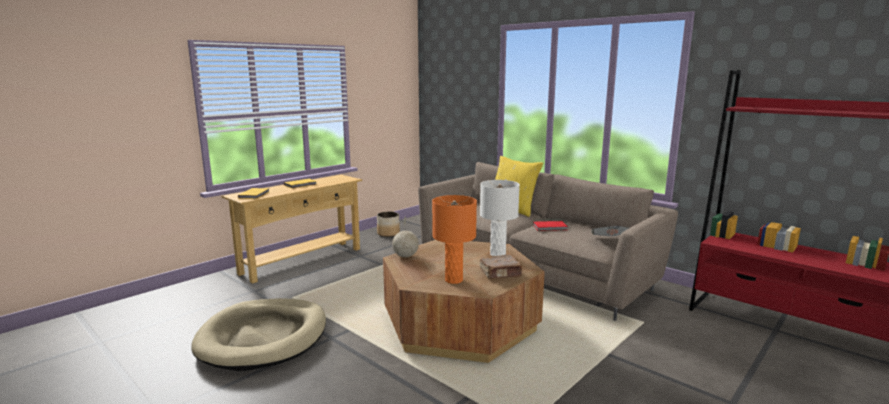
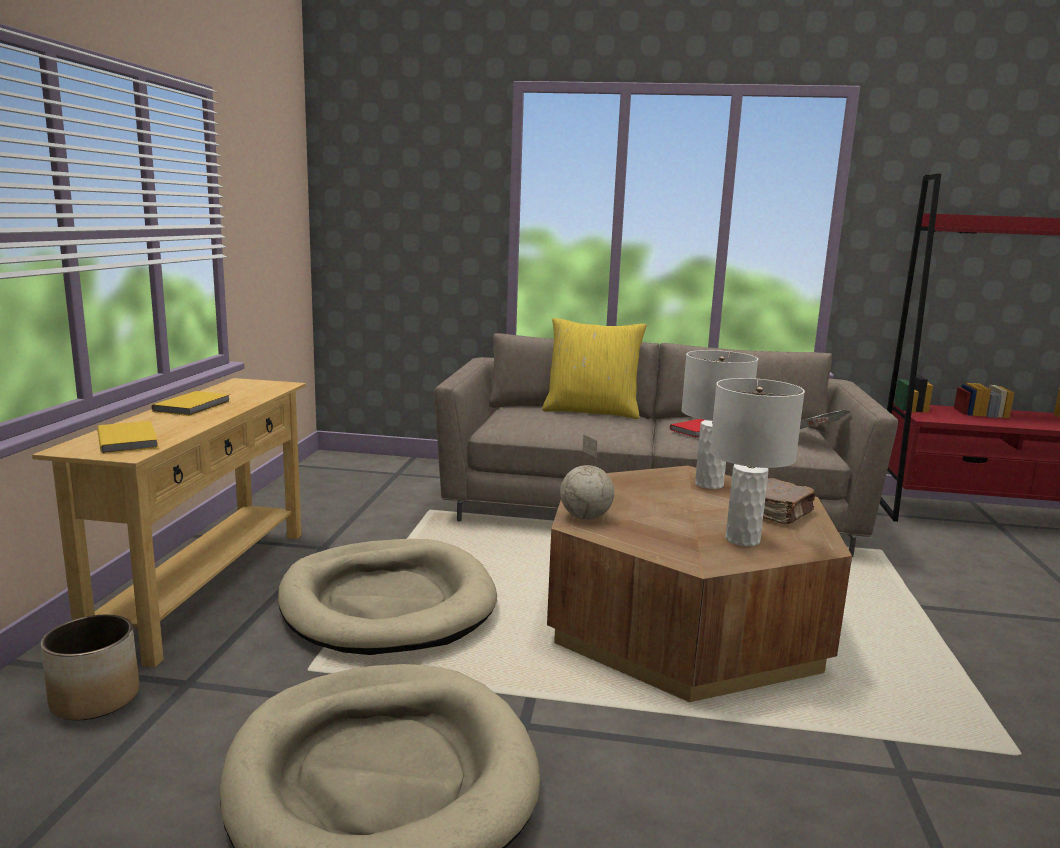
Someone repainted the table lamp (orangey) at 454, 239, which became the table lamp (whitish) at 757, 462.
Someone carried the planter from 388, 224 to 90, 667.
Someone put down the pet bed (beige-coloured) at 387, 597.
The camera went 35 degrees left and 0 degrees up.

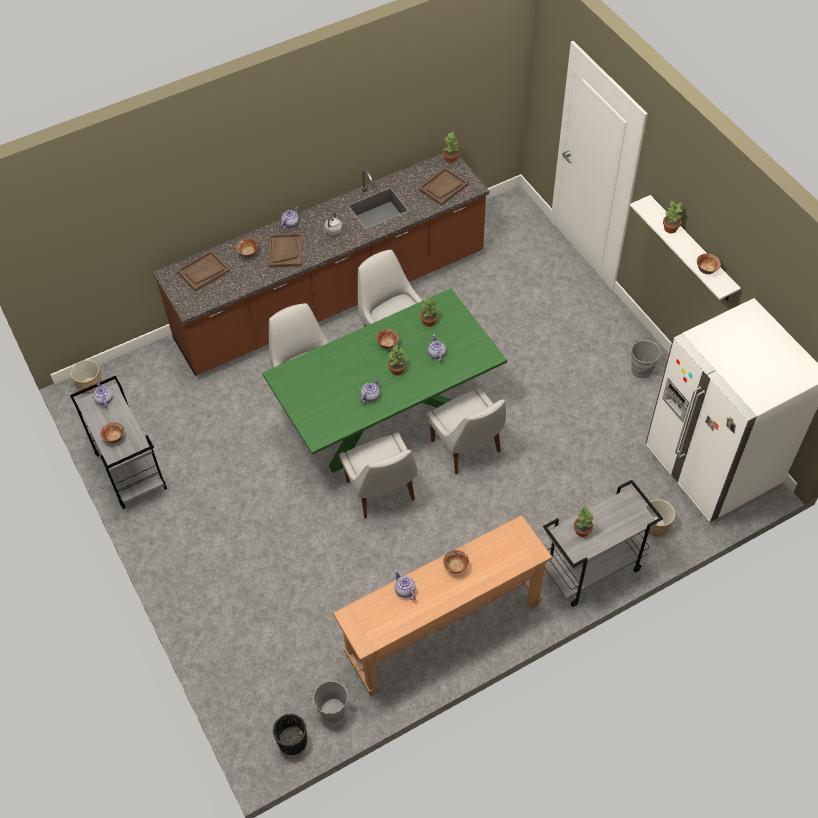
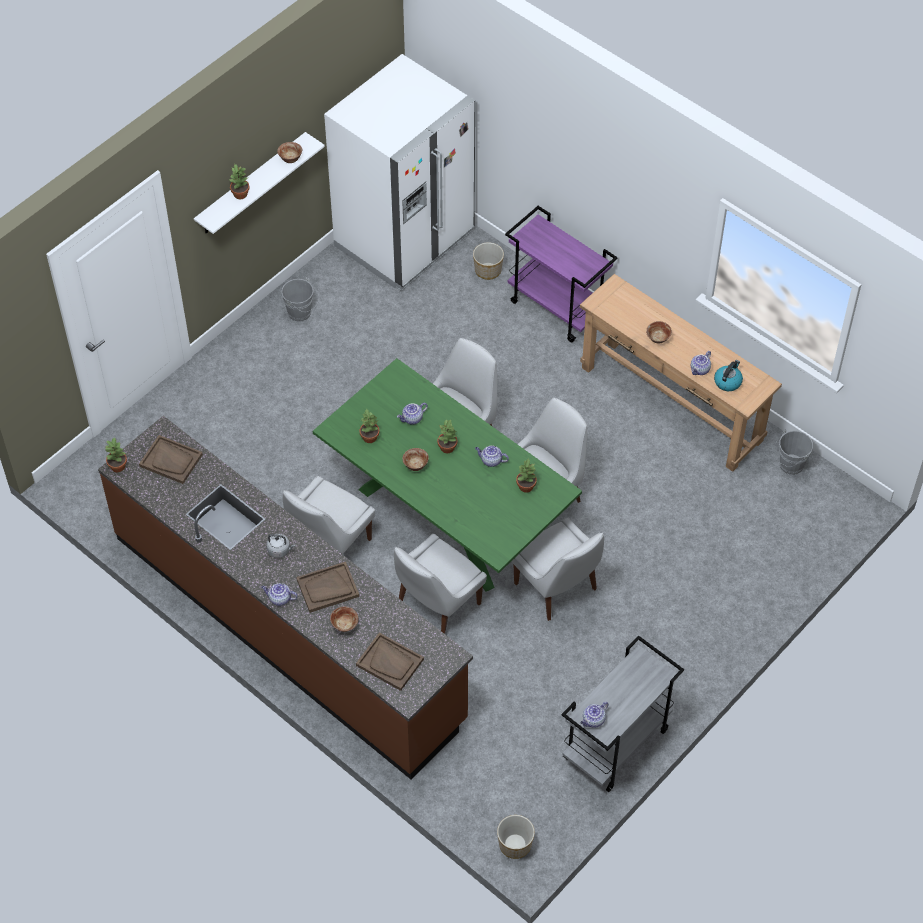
Someone took away the bowl at 112, 432.
Someone repainted the trolley (grey) at 603, 543, which became the trolley (purple-coloured) at 561, 274.
Someone carried the potted plant from 583, 521 to 526, 476.
Someone took away the planter (black) at 290, 734.
Someone put down the water kettle at 728, 375.
Someone put down the chair (whitish) at 558, 569.
The camera went 110 degrees left and 0 degrees up.

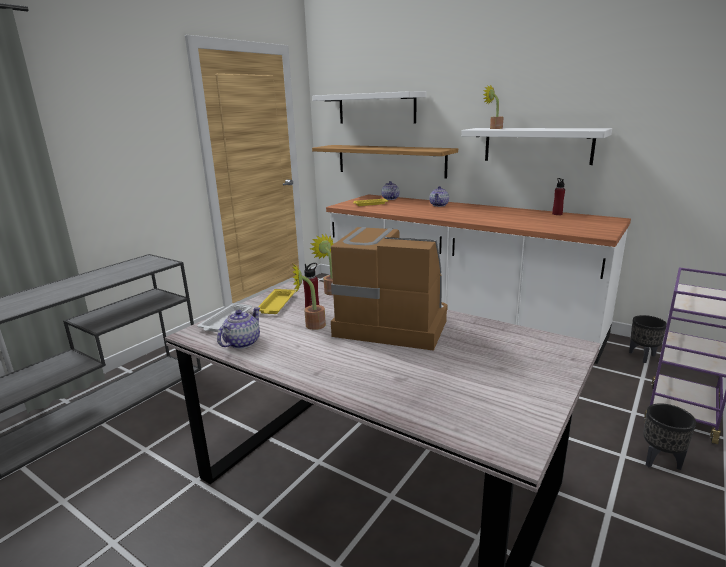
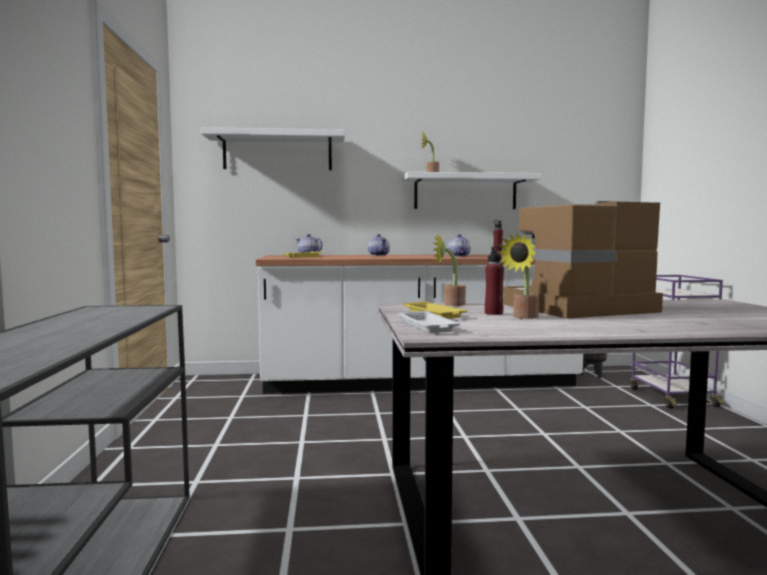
Someone took away the bracket shelf at 385, 162.
Someone carried the teapot from 238, 328 to 459, 245.
Someone took away the planter (black) at 669, 436.
The camera went 40 degrees left and 15 degrees down.

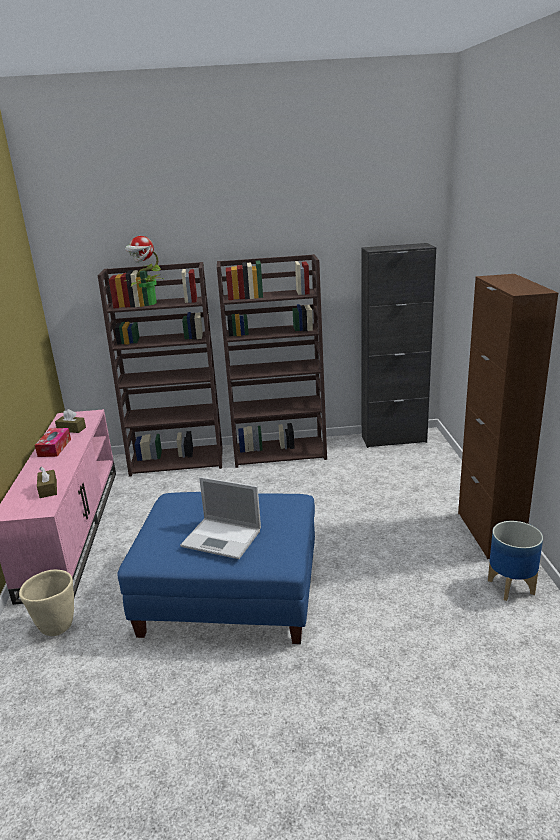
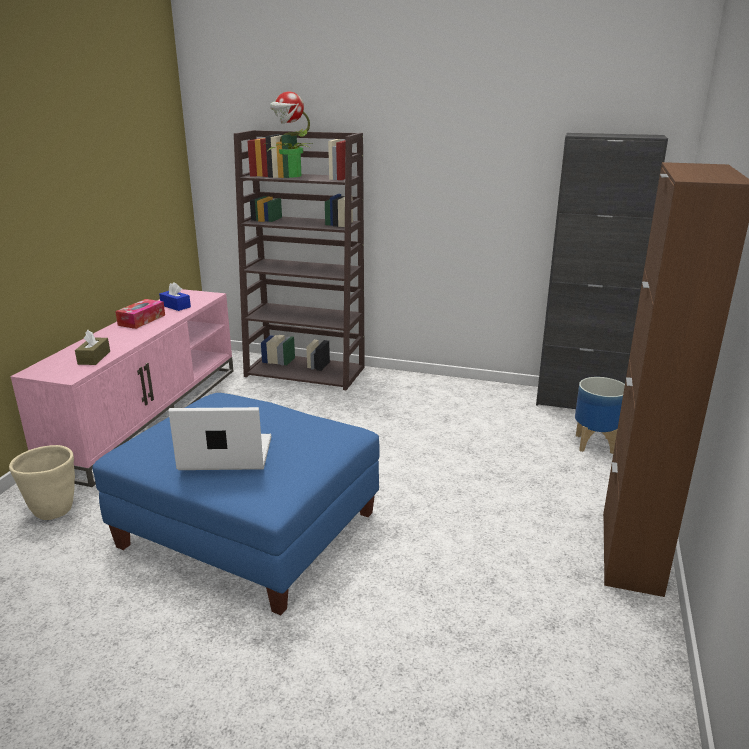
Someone took away the bookshelf (brown) at 272, 361.
Someone repainted the tissue box (brown) at 70, 421, which became the tissue box (blue-coloured) at 175, 296.
Someone rotated the portable computer at 220, 518 by 135 degrees clockwise.
Someone carried the planter from 515, 561 to 600, 415.
The camera went 20 degrees right and 0 degrees up.

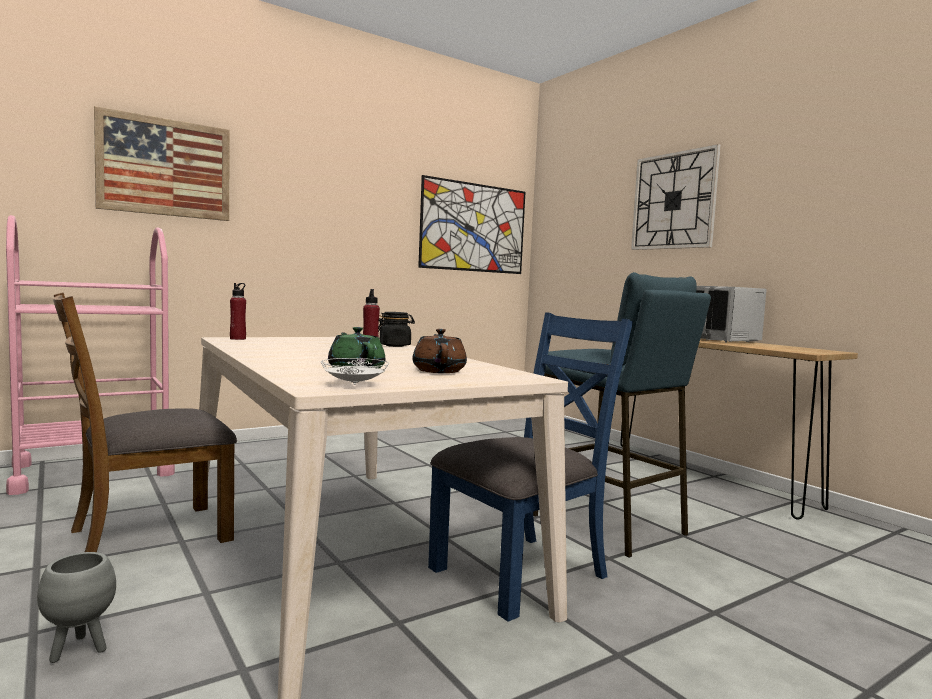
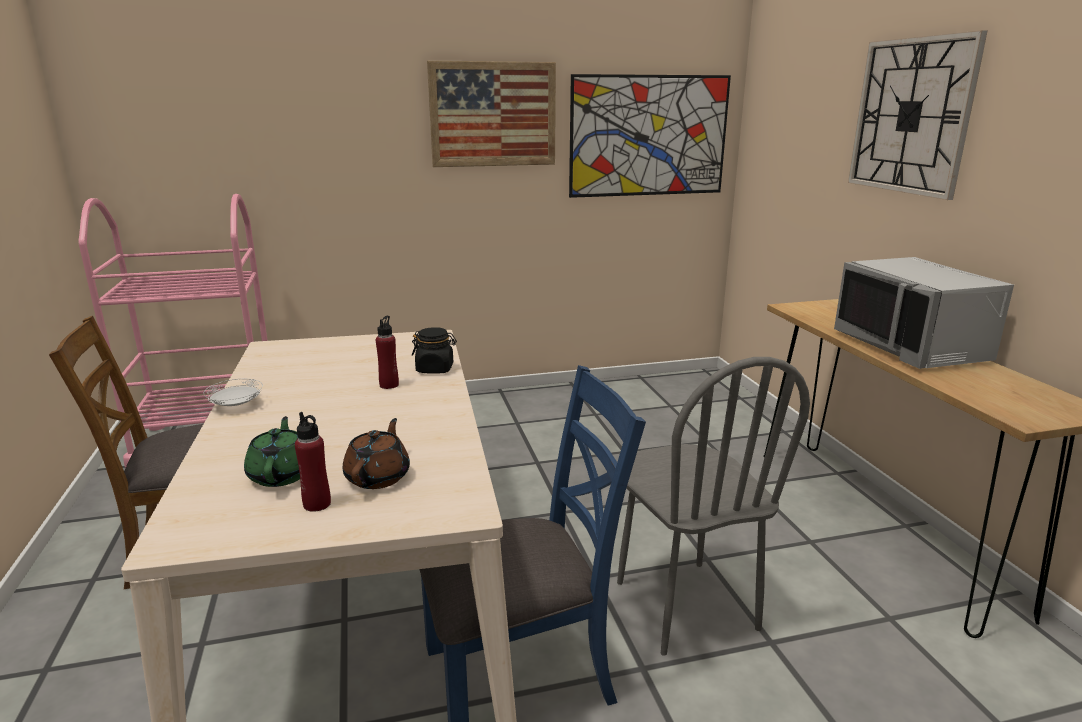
Someone carried the wall picture from 162, 163 to 491, 114.
Someone swapped the stool seat (blue-coloured) at 622, 415 for the chair (grey) at 713, 506.
Someone carried the bottle (red) from 238, 311 to 313, 462.
Someone carried the flat dish (whitish) from 355, 371 to 233, 392.
Someone took away the planter (grey) at 76, 607.
The camera went 20 degrees right and 15 degrees up.

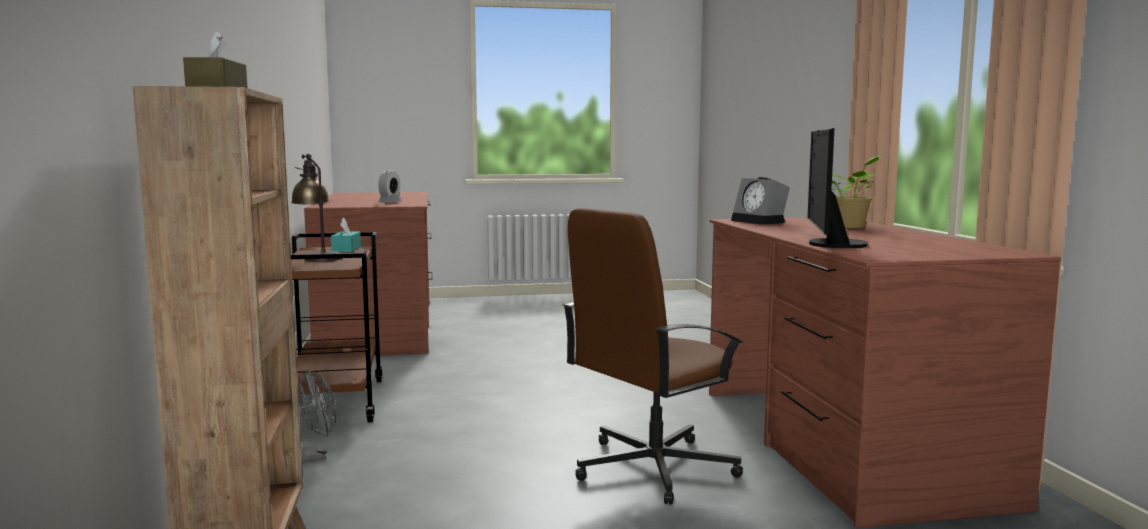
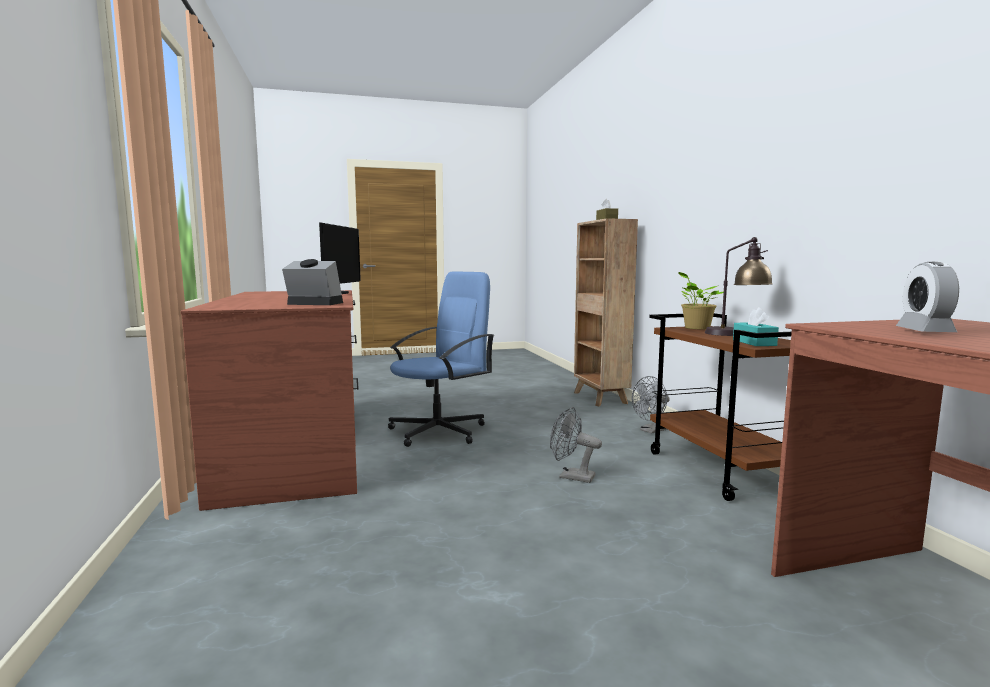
Someone carried the potted plant from 856, 192 to 701, 300.
Someone rotated the table clock at 760, 201 by 45 degrees counterclockwise.
Someone repainted the office chair (brown) at 652, 356, which became the office chair (blue-coloured) at 441, 359.
Someone put down the electric fan (grey) at 576, 445.
The camera went 175 degrees right and 0 degrees up.

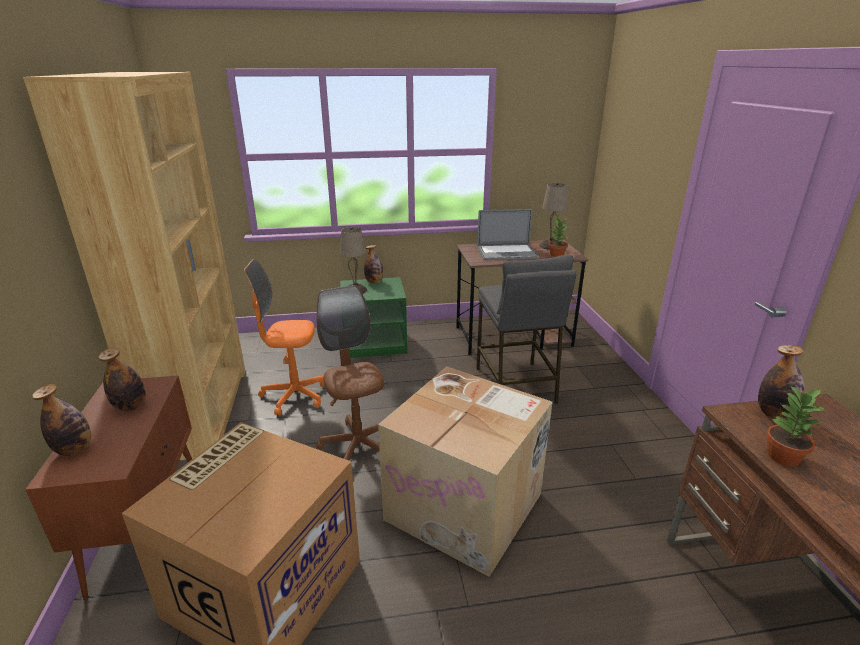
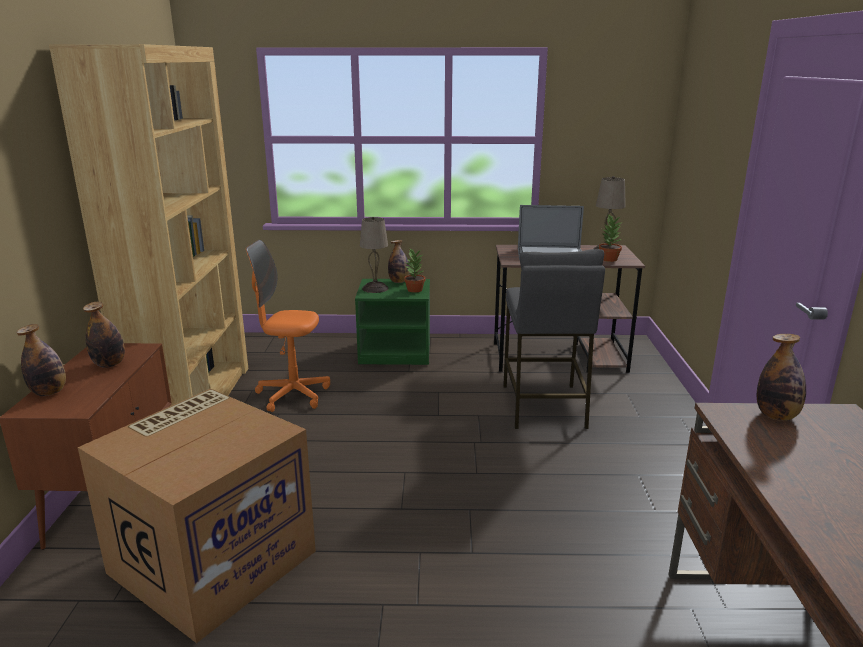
Someone took away the office chair (brown) at 350, 372.
Someone took away the carton at 465, 472.
Someone carried the potted plant from 796, 425 to 414, 271.
The camera went 10 degrees right and 5 degrees down.

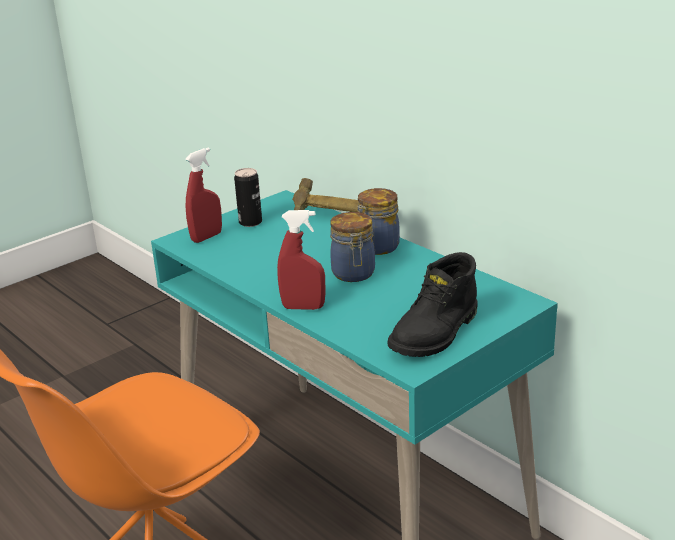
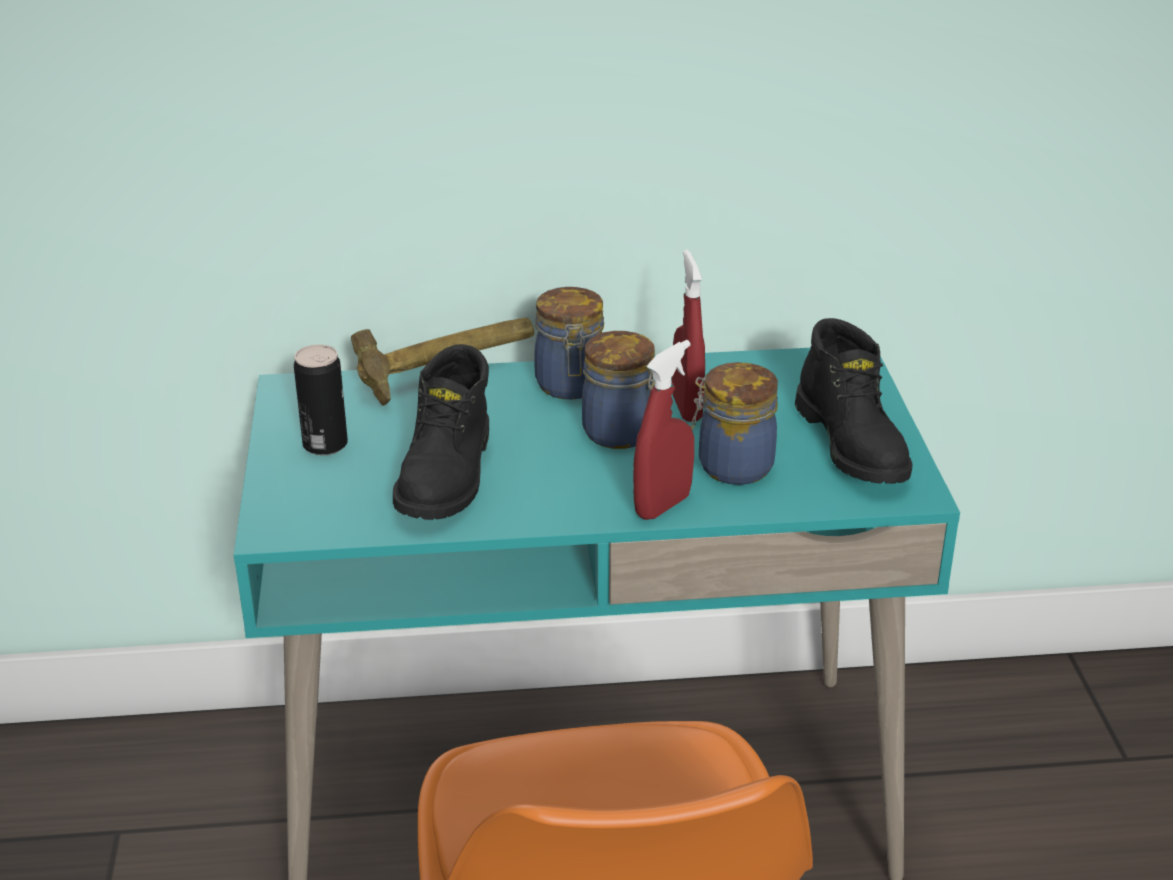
Someone carried the sprayer (red) from 203, 195 to 688, 336.
Someone put down the boot (black) at 441, 432.
Someone put down the preserve jar at 734, 423.
The camera went 55 degrees left and 5 degrees up.

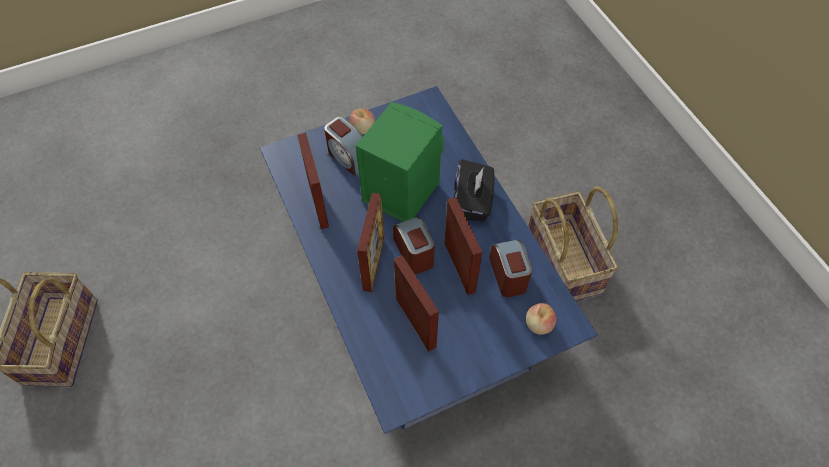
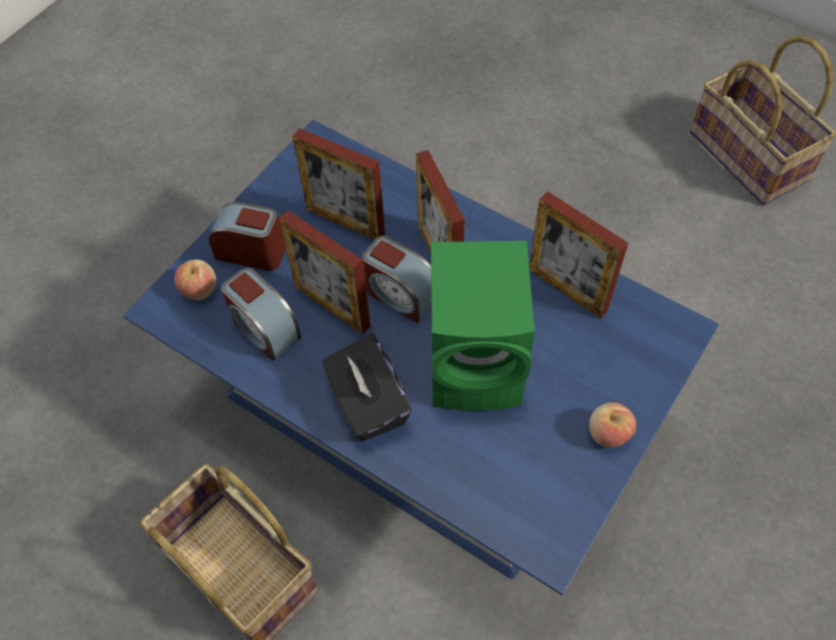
Someone carried the table clock from 343, 146 to 247, 236.
The camera went 150 degrees right and 0 degrees up.

